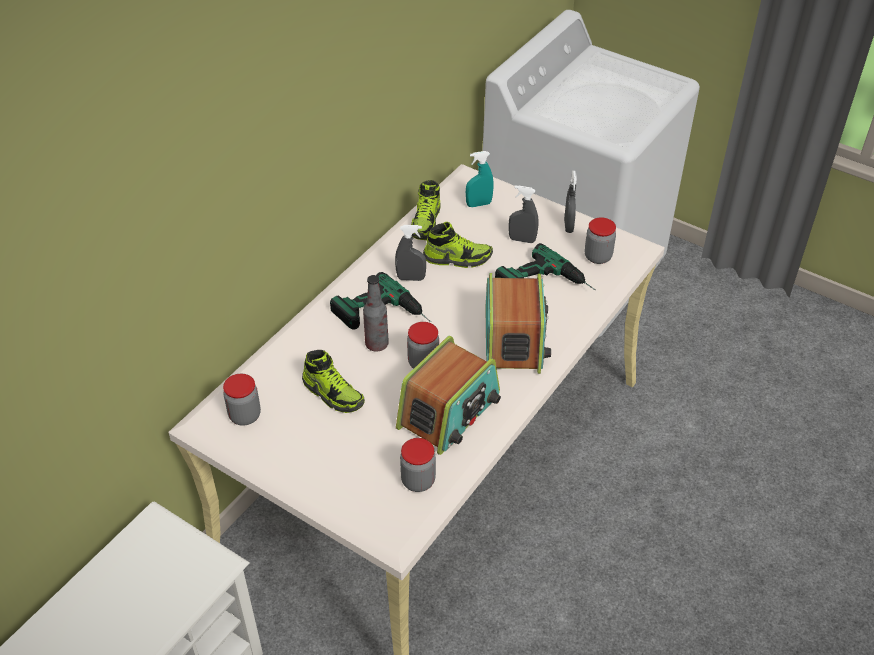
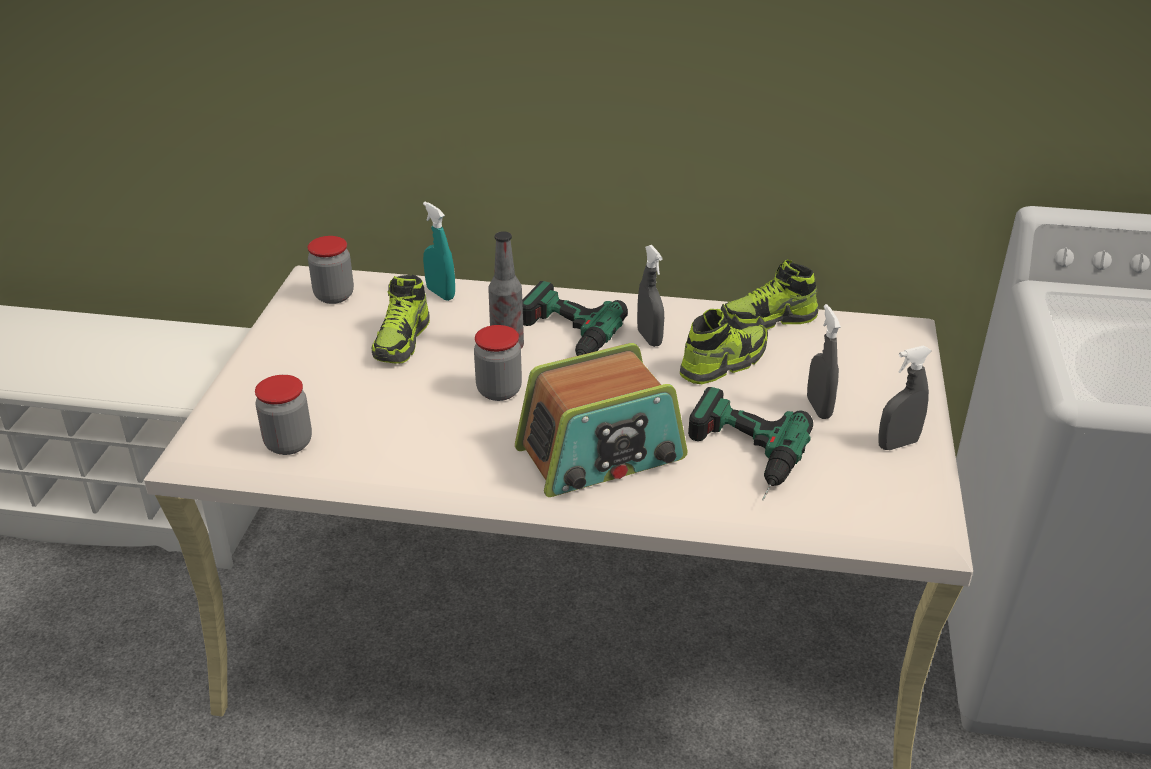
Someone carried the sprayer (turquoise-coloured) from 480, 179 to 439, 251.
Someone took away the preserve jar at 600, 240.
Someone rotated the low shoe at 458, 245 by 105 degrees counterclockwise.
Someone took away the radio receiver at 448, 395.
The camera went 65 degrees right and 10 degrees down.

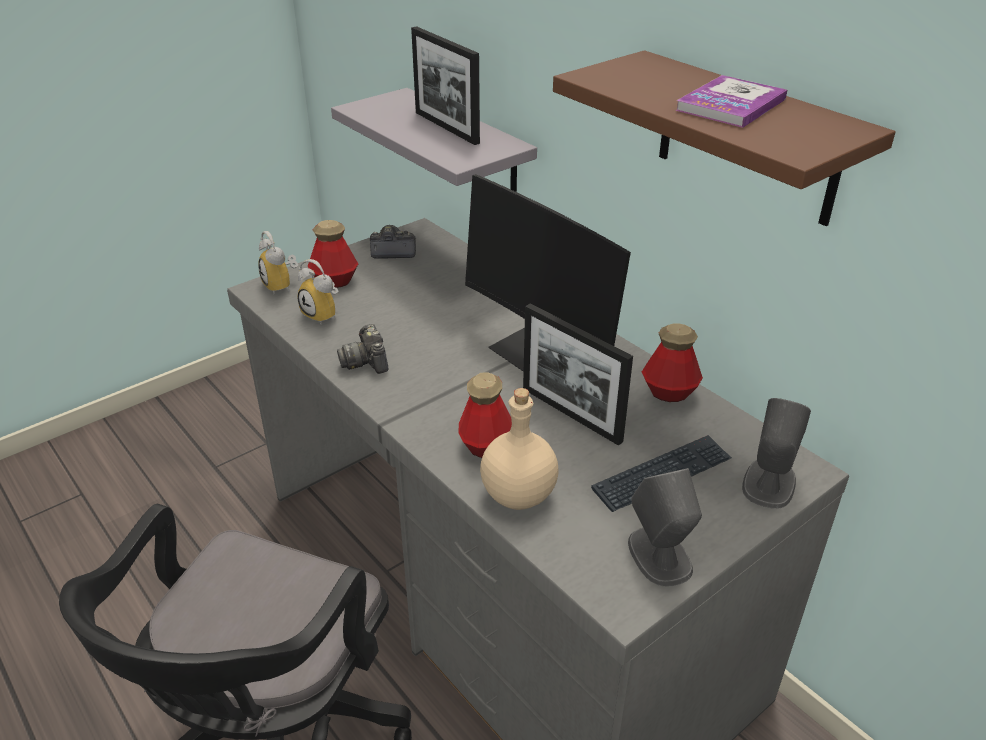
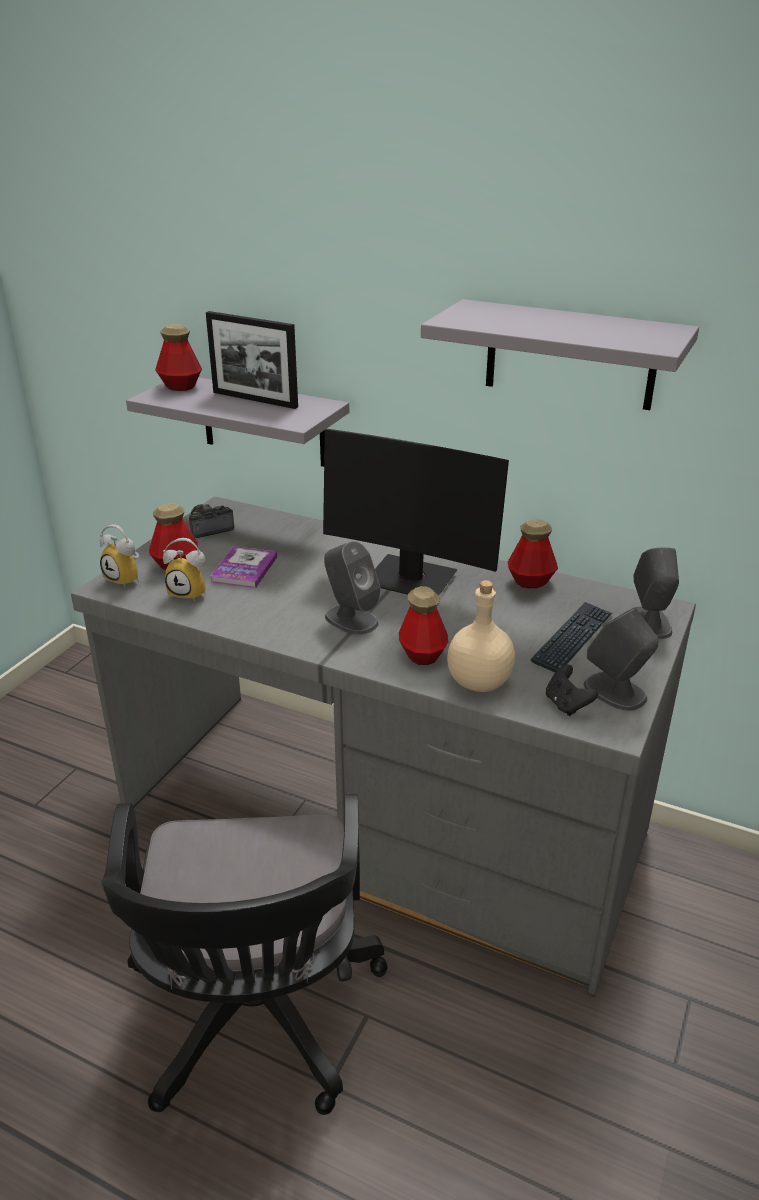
Someone repainted the bracket shelf (brown) at 724, 138, which became the bracket shelf (grey) at 560, 354.
Someone carried the volume from 731, 101 to 243, 567.
Someone took away the picture frame at 578, 374.
Someone took away the still camera at 362, 349.
Someone put down the bottle at 178, 357.
Someone put down the audio speaker (grey) at 352, 588.
Someone put down the joypad (black) at 572, 690.
The camera went 25 degrees left and 5 degrees down.

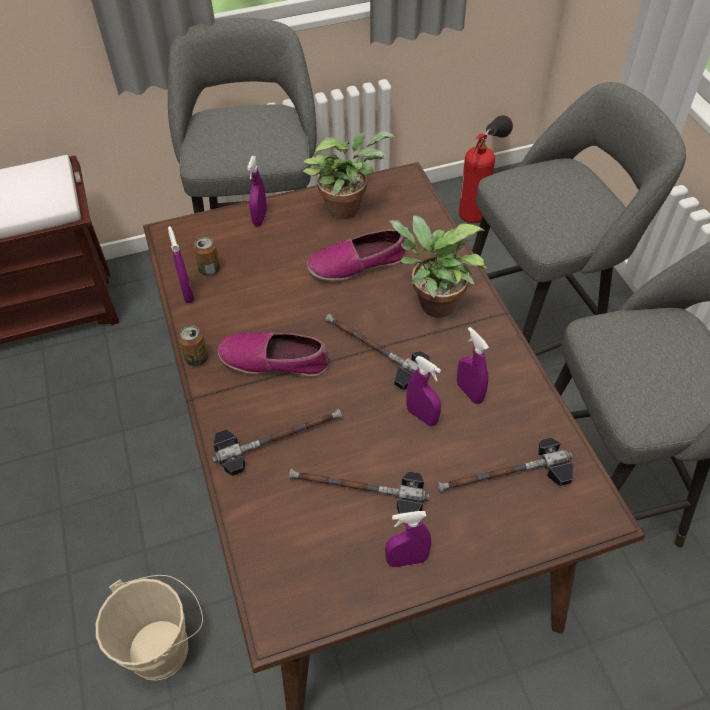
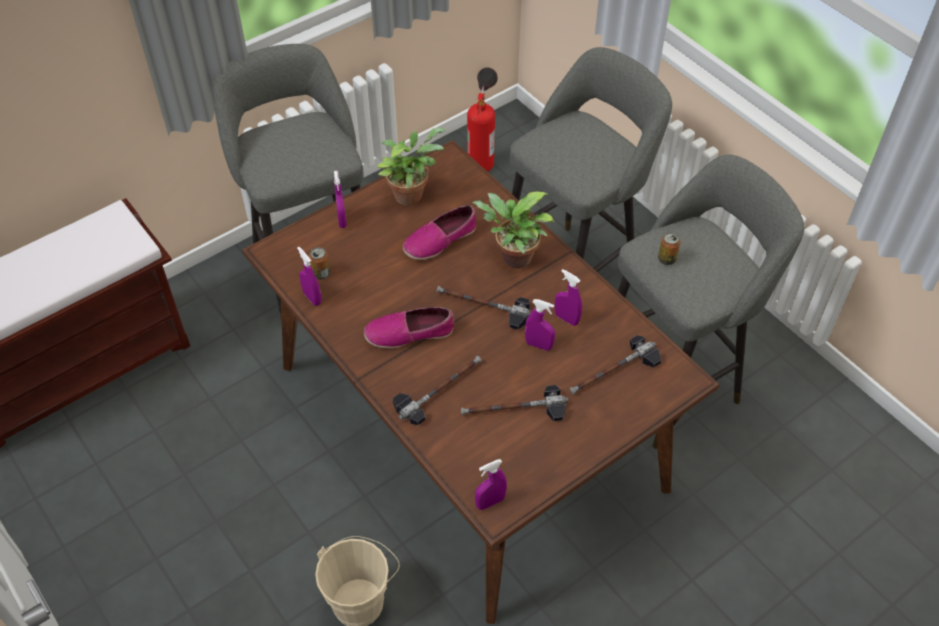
Someone carried the sealed can from 193, 345 to 669, 248.
Someone carried the sprayer (purple-coloured) from 408, 539 to 491, 484.
The camera went 20 degrees left and 0 degrees up.

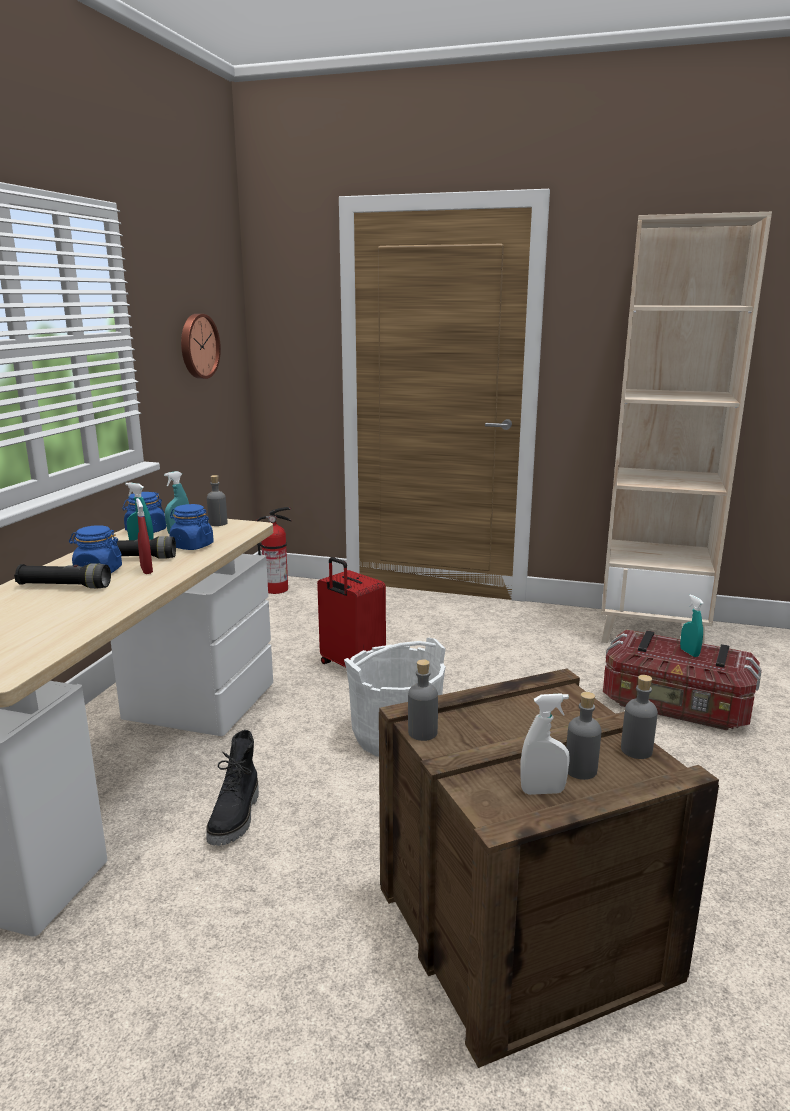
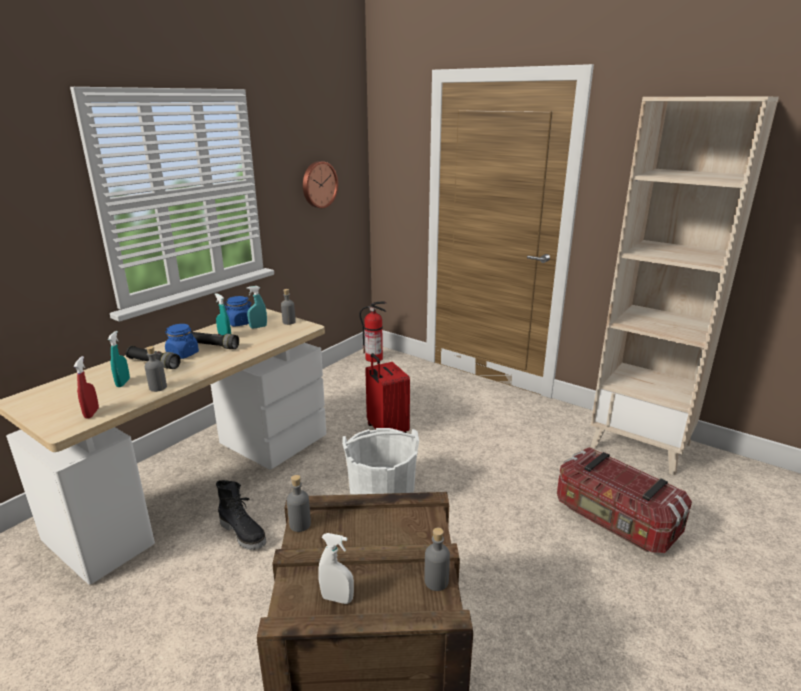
Someone carried the sprayer (red) from 144, 536 to 86, 387.
Someone took away the preserve jar (blue-coloured) at 191, 527.
Someone carried the sprayer (turquoise-coloured) from 692, 625 to 119, 359.
Someone carried the bottle (grey) from 583, 736 to 156, 369.
Someone rotated the boot (black) at 232, 788 by 75 degrees counterclockwise.
The camera went 20 degrees right and 5 degrees up.

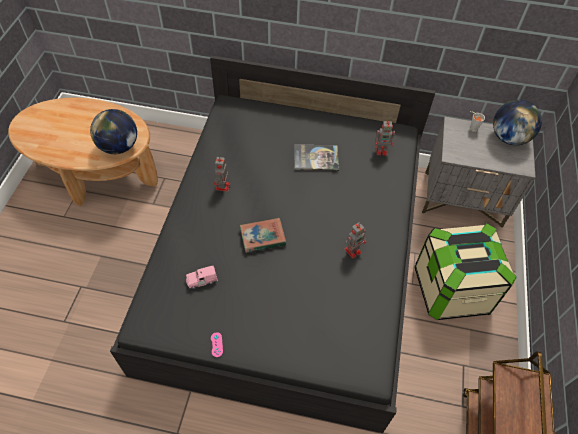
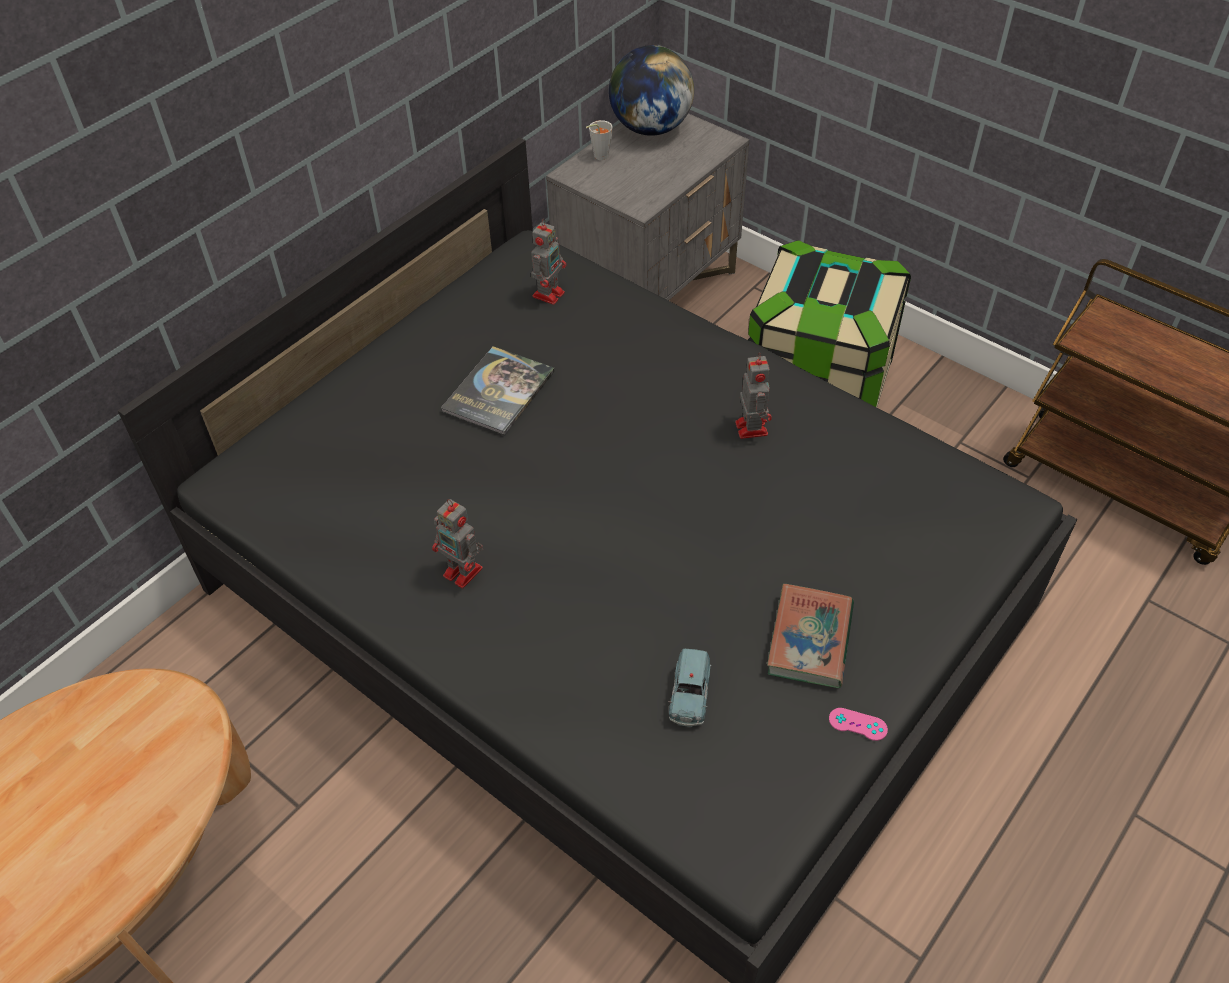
Someone took away the desk globe at 113, 131.
Someone carried the volume from 263, 235 to 810, 636.
Someone repainted the model car (pink-coloured) at 202, 277, which became the model car (blue-coloured) at 689, 688.
The camera went 60 degrees left and 5 degrees down.

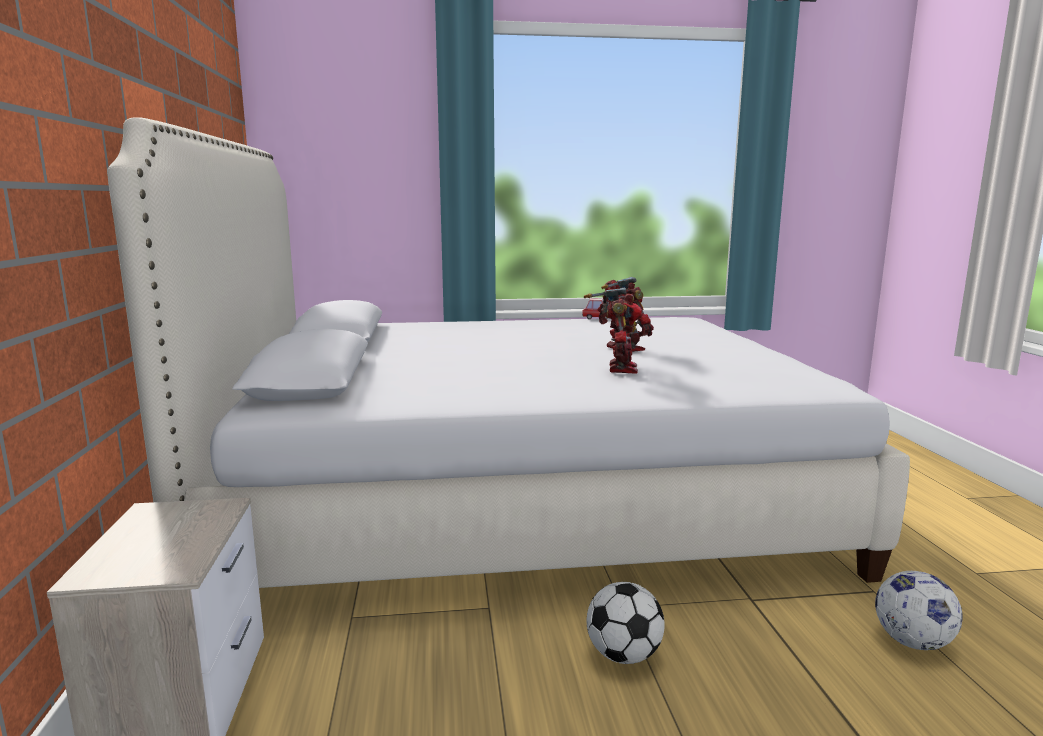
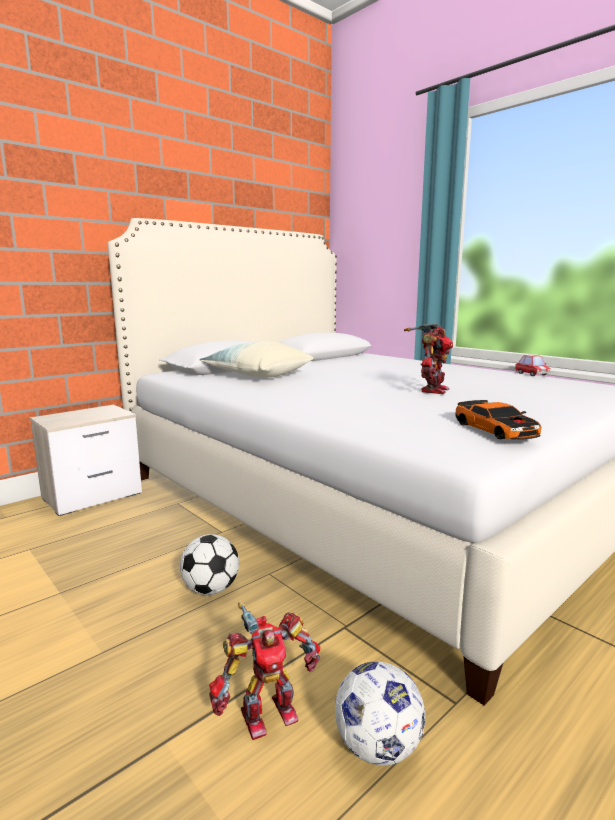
Someone carried the robot figure from 613, 330 to 264, 671.
Someone put down the pillow at 256, 359.
Someone put down the model car at 498, 420.
The camera went 55 degrees right and 0 degrees up.

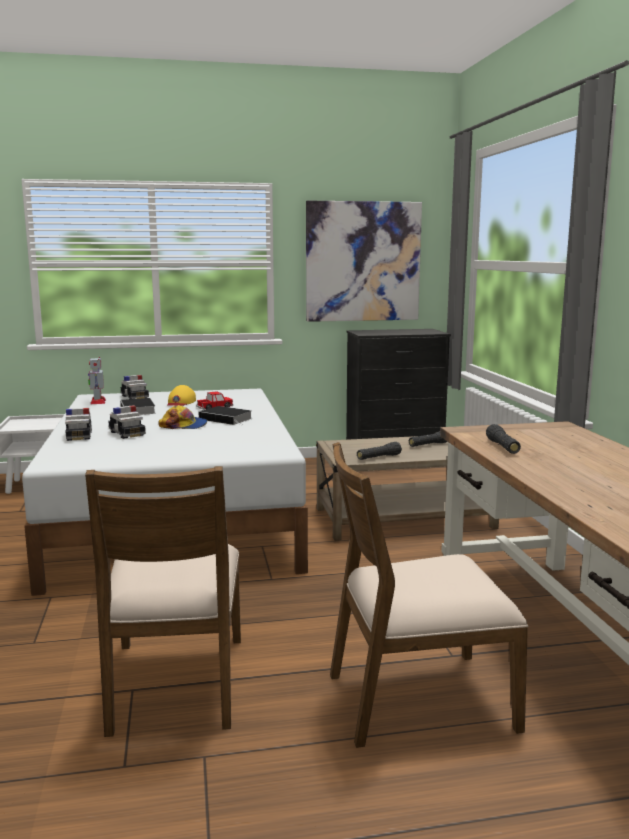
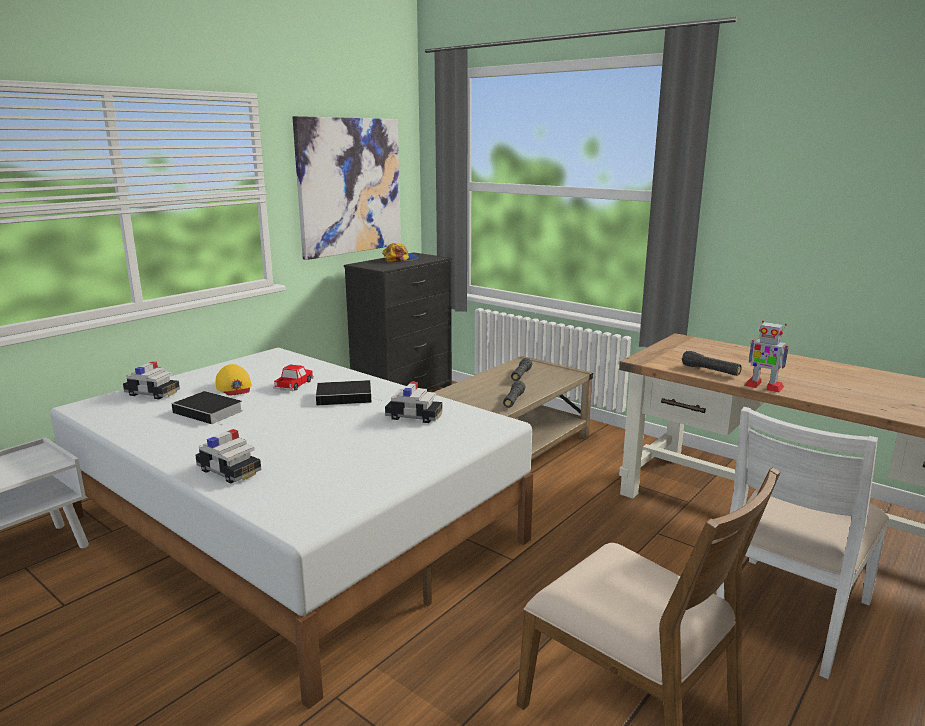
Someone carried the robot figure from 97, 380 to 766, 356.
Someone carried the model car from 127, 422 to 414, 402.
Someone carried the cap from 182, 417 to 400, 252.
Someone repainted the chair (brown) at 429, 595, which became the chair (whitish) at 802, 543.
The camera went 40 degrees left and 5 degrees up.

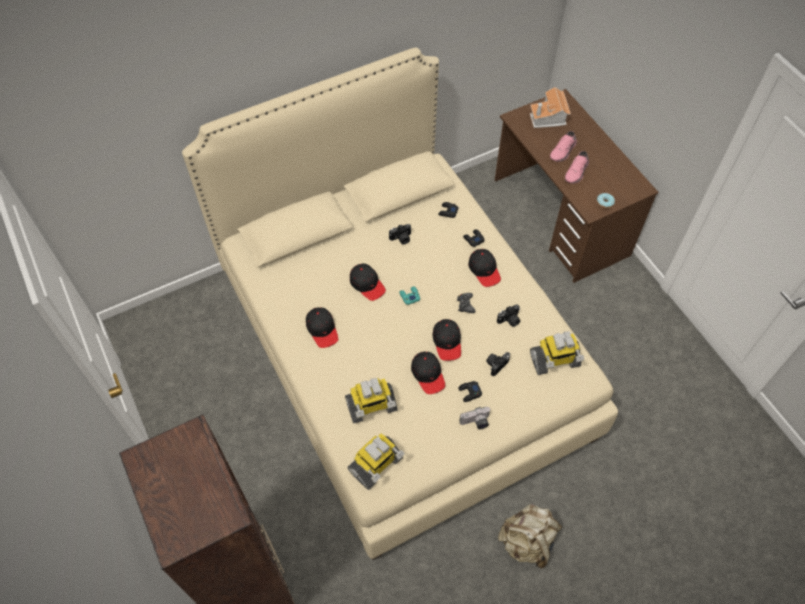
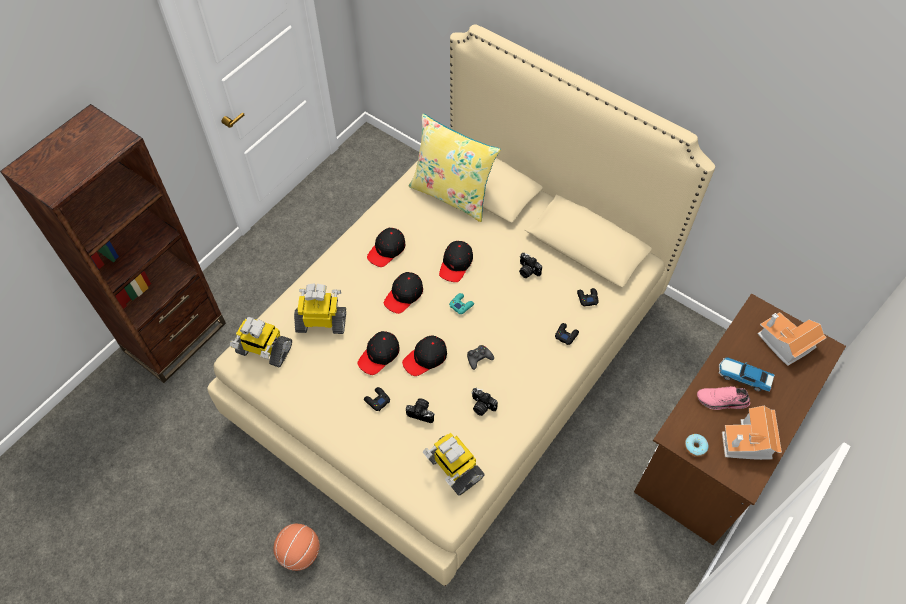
Someone swapped the low shoe (pink-coloured) at 563, 146 for the model car at 747, 374.
Someone carried the cap (black) from 484, 268 to 403, 293.
Someone rotated the robot figure at 371, 401 by 135 degrees clockwise.
Someone took away the still camera at 474, 418.
Someone swapped the knapsack (beige-coloured) at 530, 536 for the ball for basketball at 296, 547.
Someone put down the pillow (yellow) at 455, 167.
Someone put down the toy house at 752, 433.
The camera went 65 degrees right and 0 degrees up.

